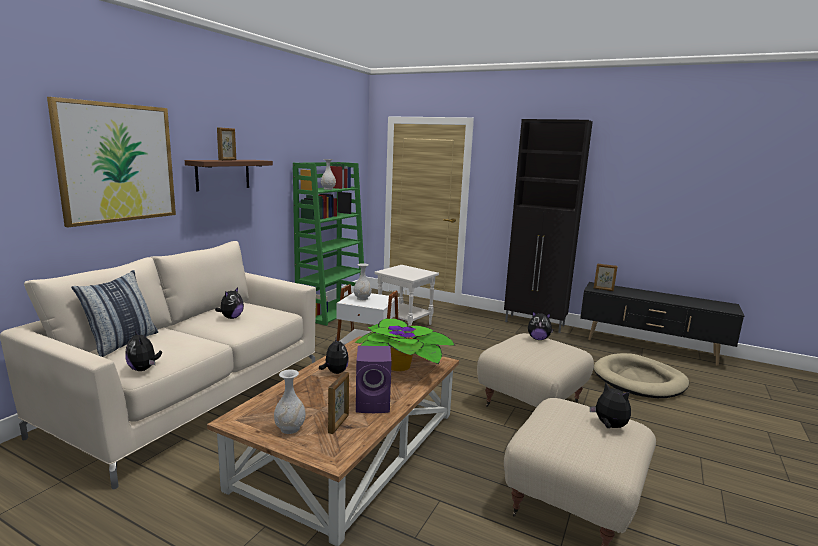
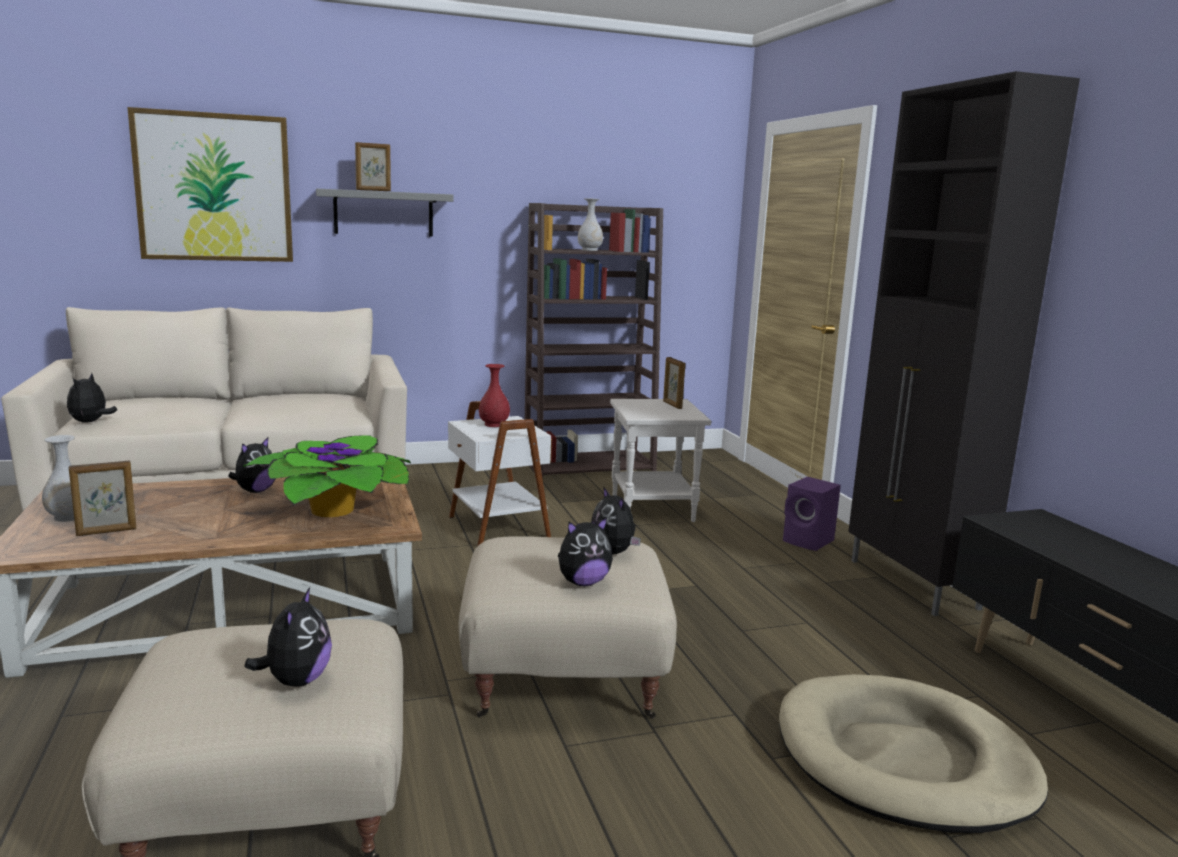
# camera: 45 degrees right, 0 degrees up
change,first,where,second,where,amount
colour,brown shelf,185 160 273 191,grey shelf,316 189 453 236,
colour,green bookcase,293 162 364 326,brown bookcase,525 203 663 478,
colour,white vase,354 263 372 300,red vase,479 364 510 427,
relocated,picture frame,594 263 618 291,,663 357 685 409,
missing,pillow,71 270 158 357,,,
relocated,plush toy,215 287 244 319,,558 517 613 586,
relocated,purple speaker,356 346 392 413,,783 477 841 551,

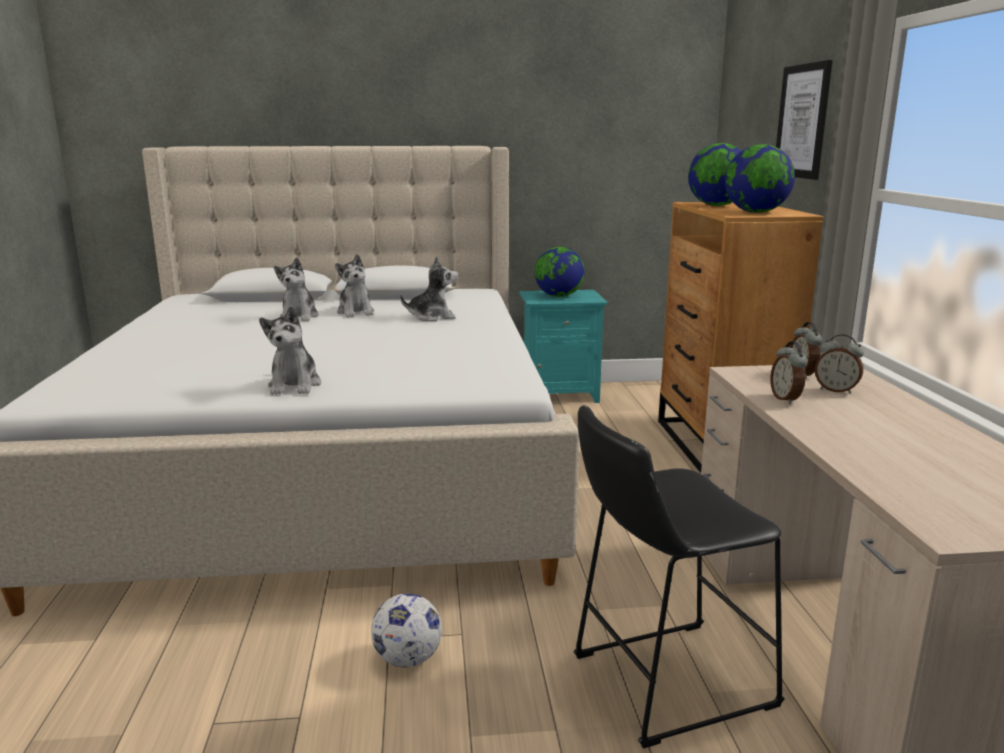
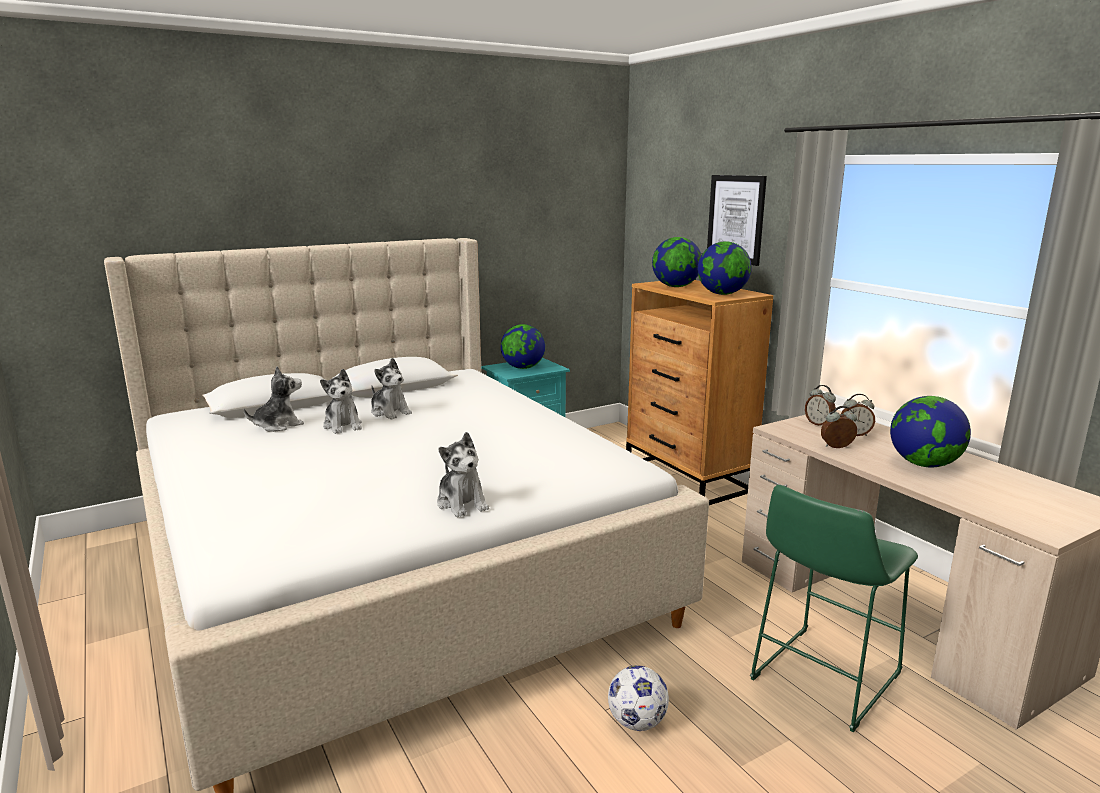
# camera: 25 degrees left, 0 degrees up
change,first,where,second,where,amount
relocated,plush toy,400 256 458 321,,244 366 304 432,
spun,alarm clock,770 341 808 404,,821 406 857 448,120 degrees clockwise
colour,black stool,573 405 785 748,green stool,750 485 918 732,
appeared,,,globe,890 396 971 467,

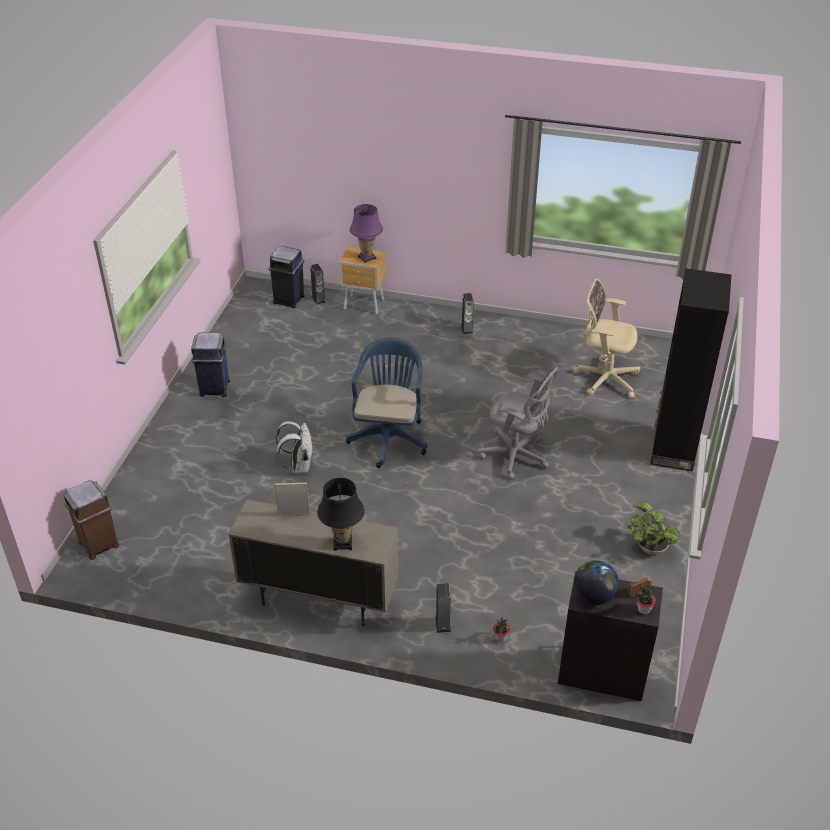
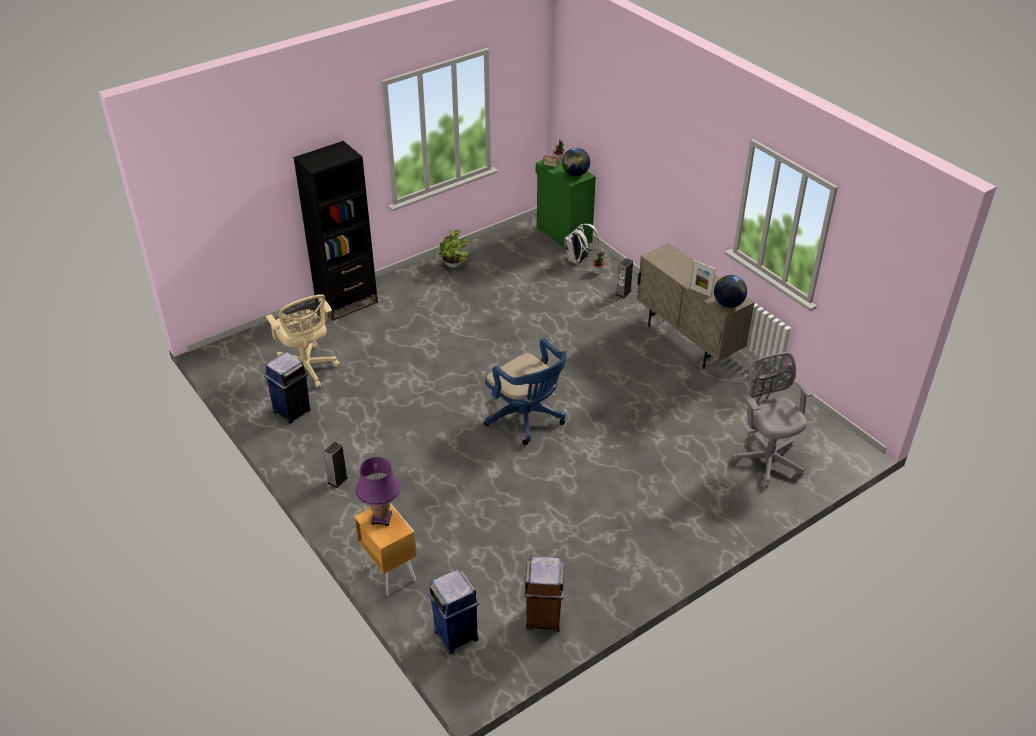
# camera: 140 degrees left, 0 degrees up
change,first,where,second,where,amount
missing,speaker,310 264 325 305,,,
relocated,blue trash can,191 332 230 397,,264 352 311 424,
spun,blue office chair,346 337 427 468,,484 339 567 445,90 degrees counterclockwise
relocated,grey office chair,477 367 559 480,,732 352 813 489,
relocated,white backpack,276 421 313 474,,564 224 599 264,
missing,black table lamp,317 478 365 551,,,
relocated,brown trash can,64 480 119 560,,525 556 564 632,
colour,black cabinet,558 571 663 701,green cabinet,536 156 596 250,
appeared,,,globe,714 275 747 308,

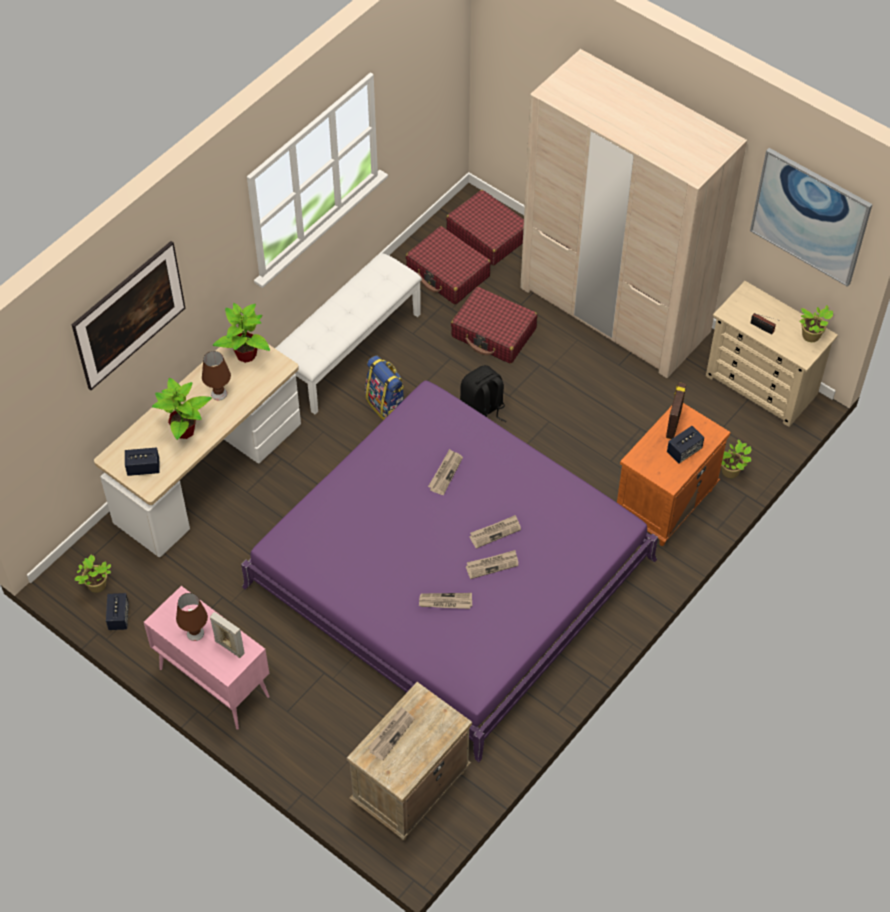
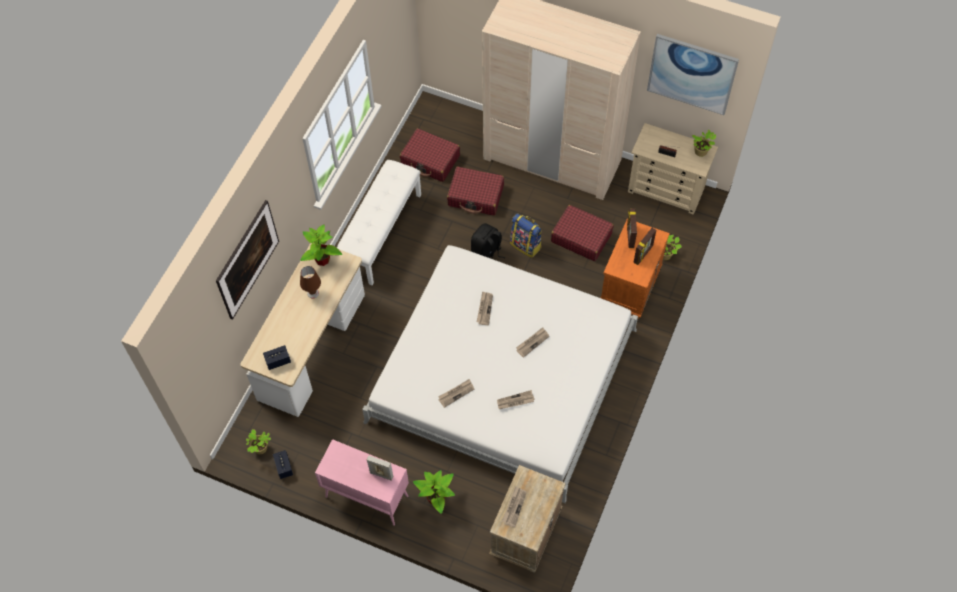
# camera: 15 degrees left, 5 degrees up
change,first,where,second,where,amount
relocated,red suitcase,446 190 524 265,,551 205 614 261,
relocated,backpack,365 355 404 420,,510 213 542 258,
relocated,potted plant,152 378 212 440,,413 470 455 514,
colour,purple bed,241 380 658 762,white bed,362 245 638 503,
exchanged,speaker,667 426 704 464,picture frame,633 228 656 265,
relocated,newspaper,466 550 519 579,,438 379 474 408,
missing,brown table lamp,176 593 208 641,,,

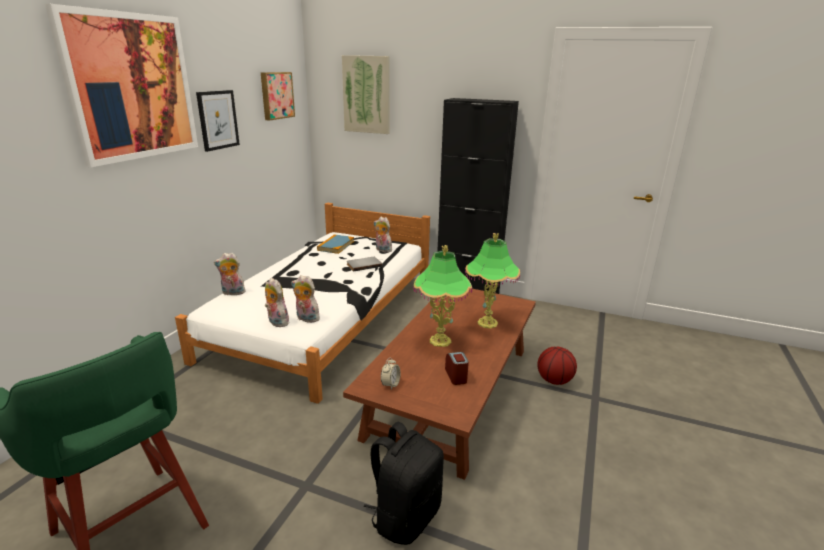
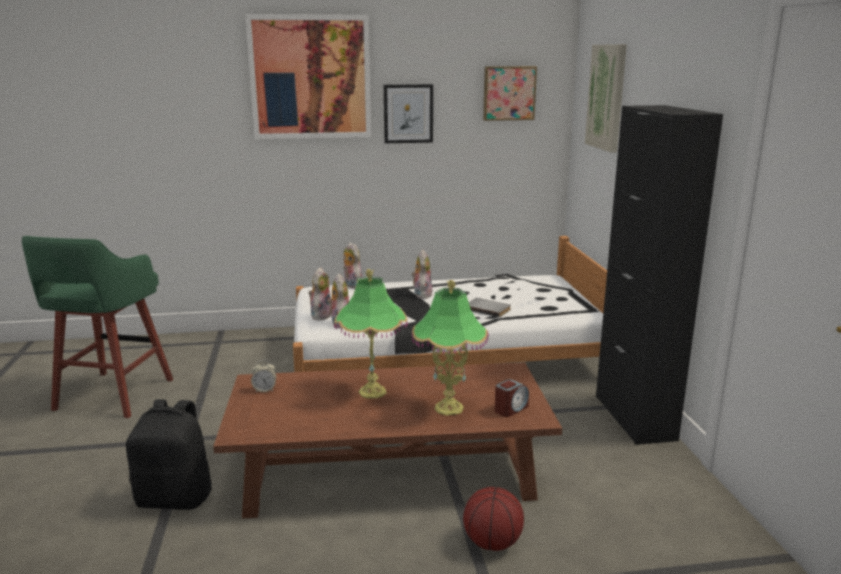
# camera: 60 degrees right, 5 degrees down
change,first,where,second,where,amount
relocated,plush toy,374 216 392 252,,411 250 432 299,
missing,book,317 234 354 254,,,
relocated,alarm clock,445 352 469 385,,495 379 529 417,

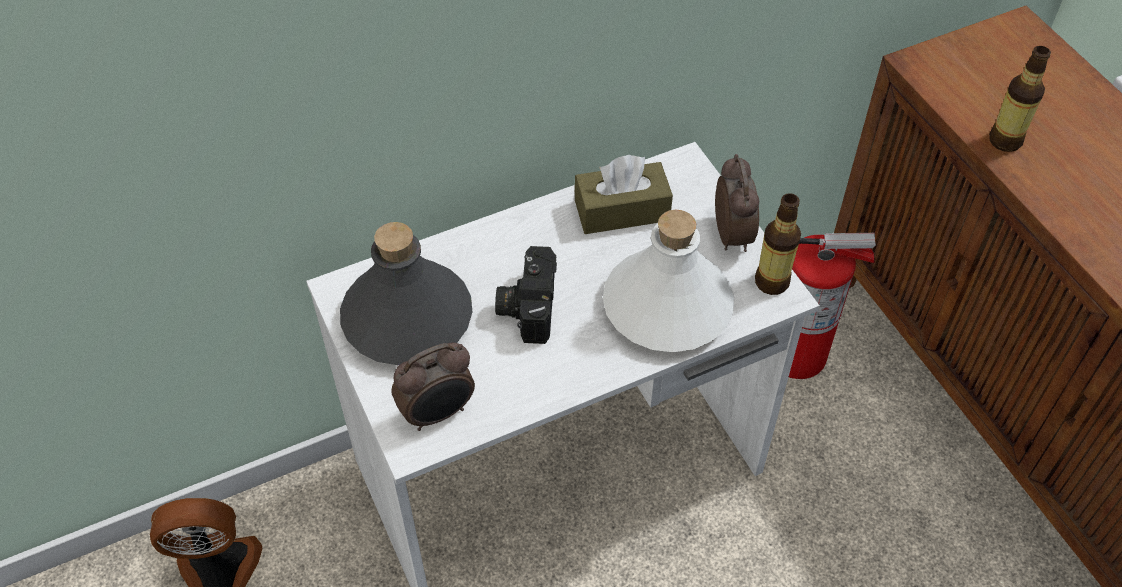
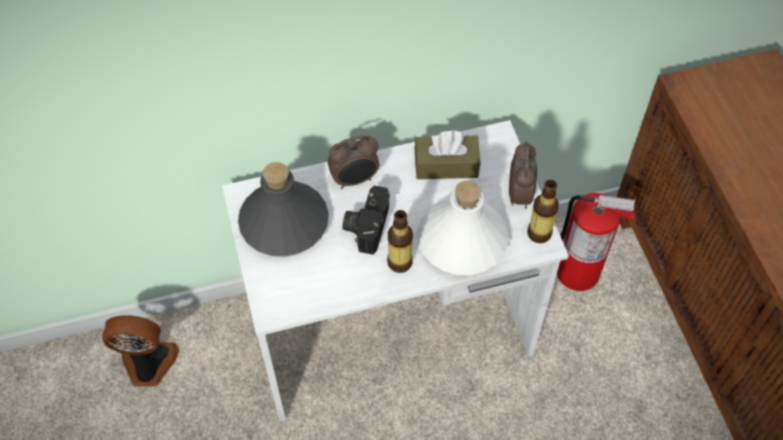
# camera: 10 degrees right, 5 degrees up
change,first,where,second,where,amount
relocated,bottle,989 46 1051 152,,387 210 413 273,
relocated,alarm clock,391 343 475 431,,328 135 379 189,

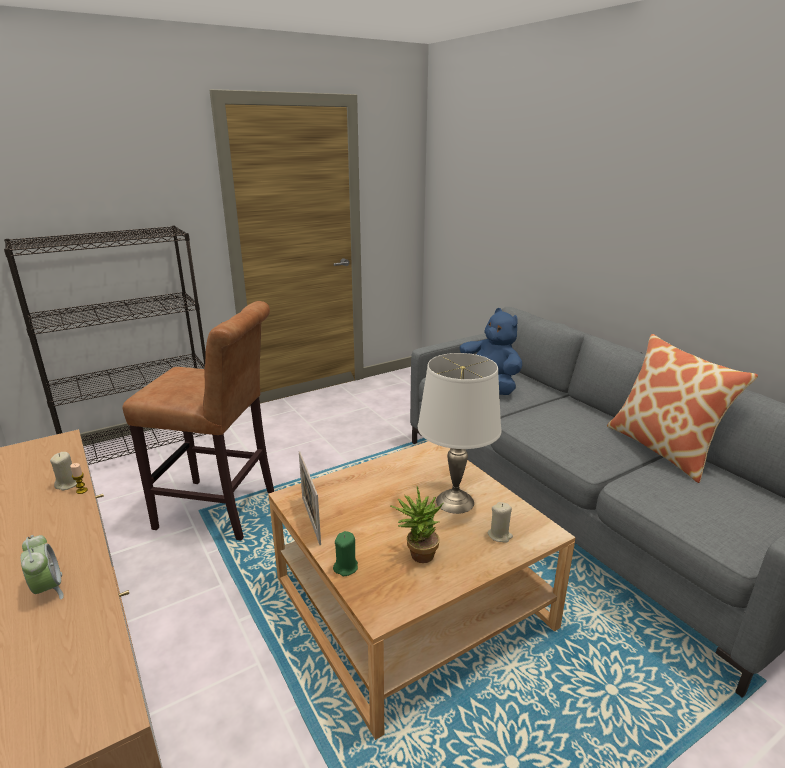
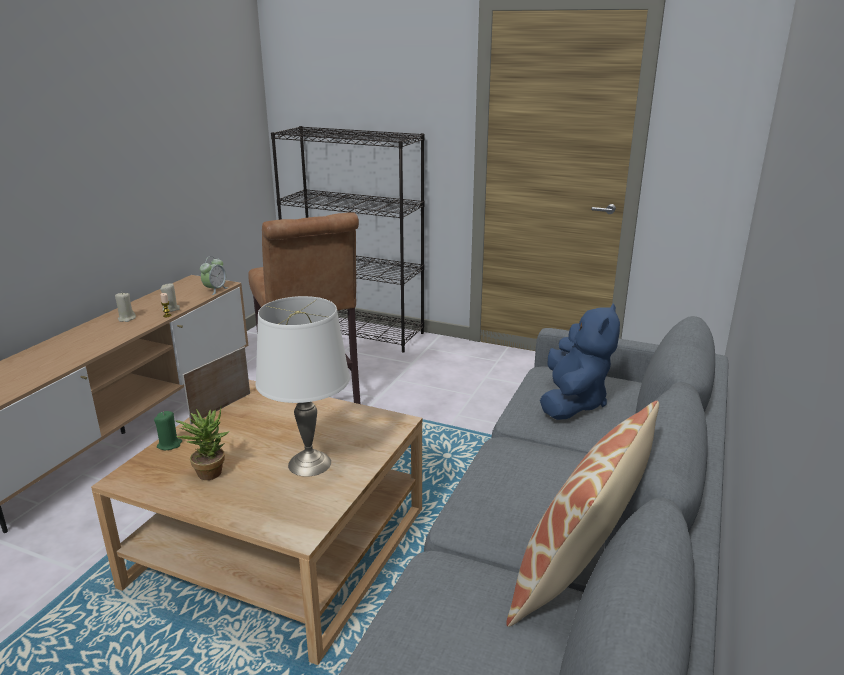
# camera: 55 degrees right, 0 degrees up
change,first,where,second,where,amount
relocated,beige candle,487 502 513 543,,115 293 136 322,
relocated,alarm clock,21 535 64 600,,200 256 228 295,

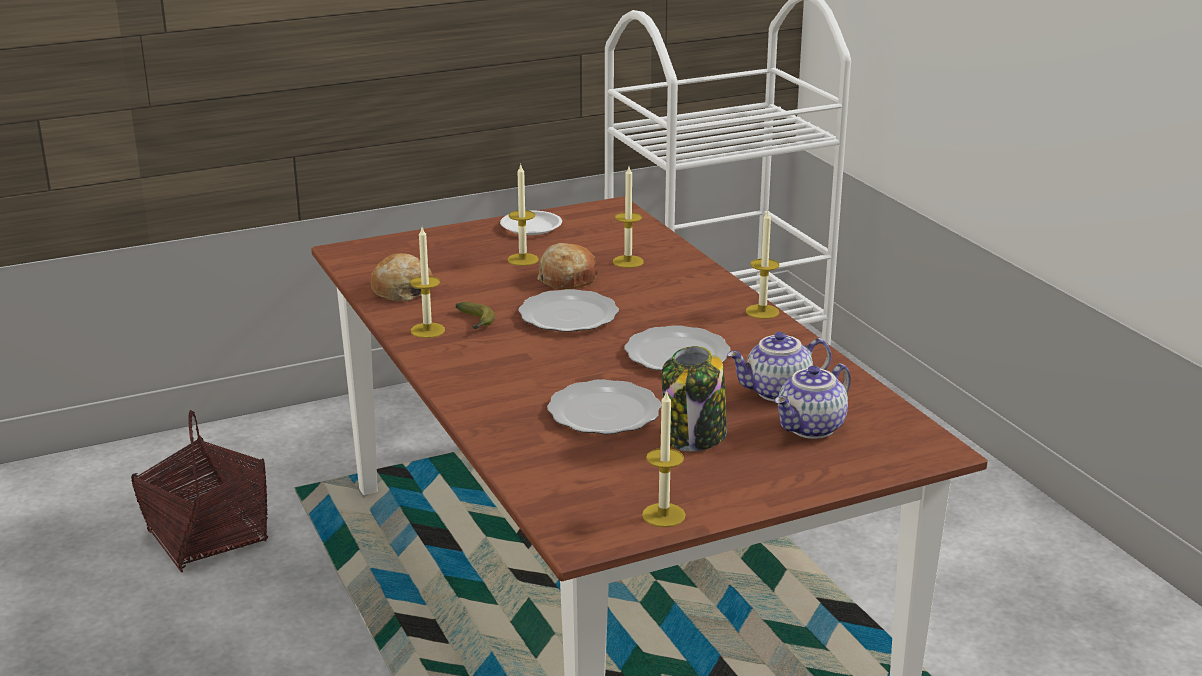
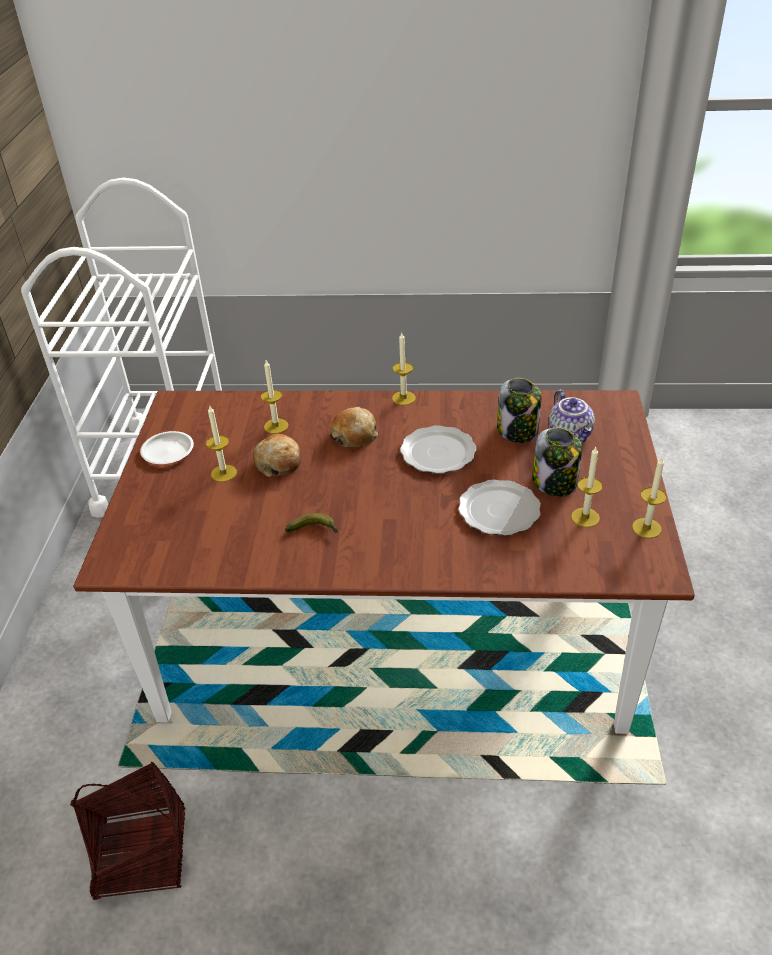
# camera: 60 degrees left, 15 degrees up
change,first,where,second,where,amount
relocated,candle,410 227 445 338,,571 447 603 527,
relocated,bread,371 253 432 301,,330 407 378 447,
missing,plate,518 289 619 332,,,
exchanged,teapot,727 332 832 402,jar,497 378 541 443,

